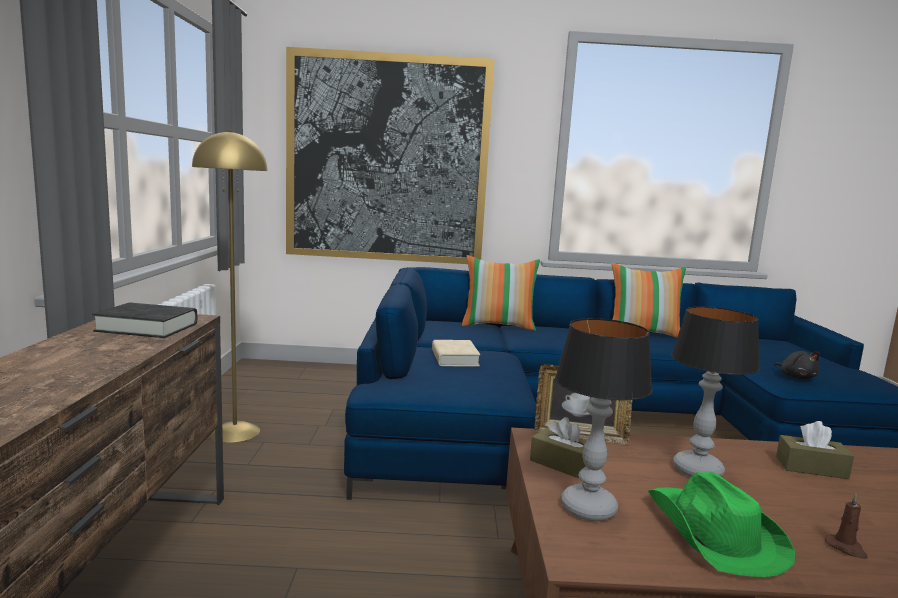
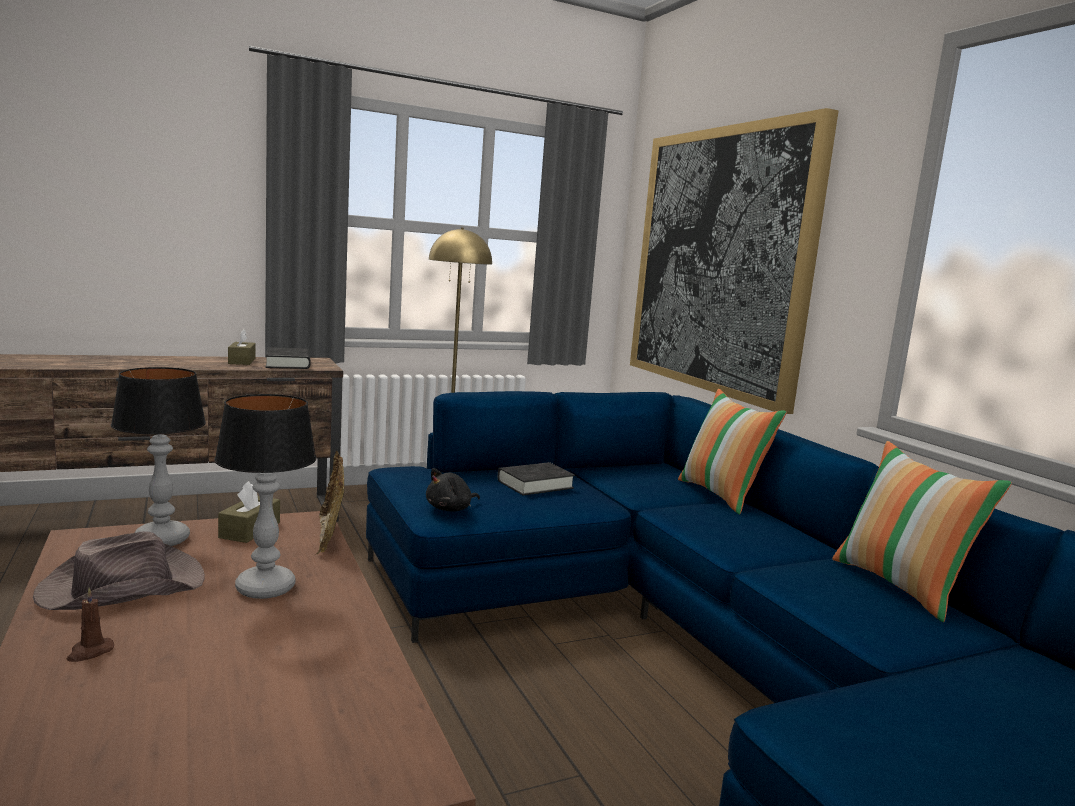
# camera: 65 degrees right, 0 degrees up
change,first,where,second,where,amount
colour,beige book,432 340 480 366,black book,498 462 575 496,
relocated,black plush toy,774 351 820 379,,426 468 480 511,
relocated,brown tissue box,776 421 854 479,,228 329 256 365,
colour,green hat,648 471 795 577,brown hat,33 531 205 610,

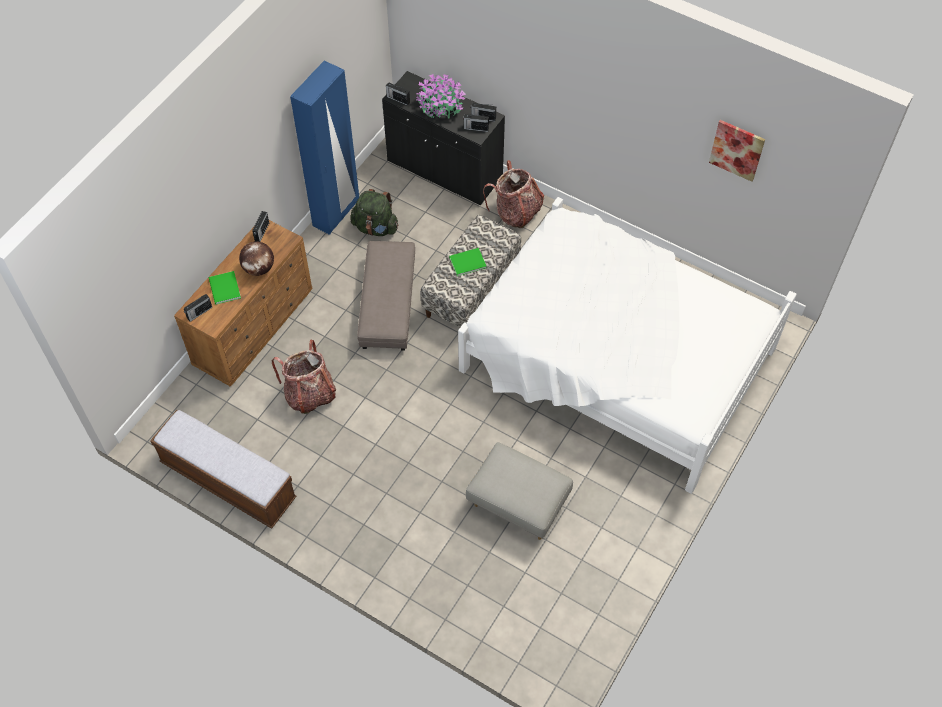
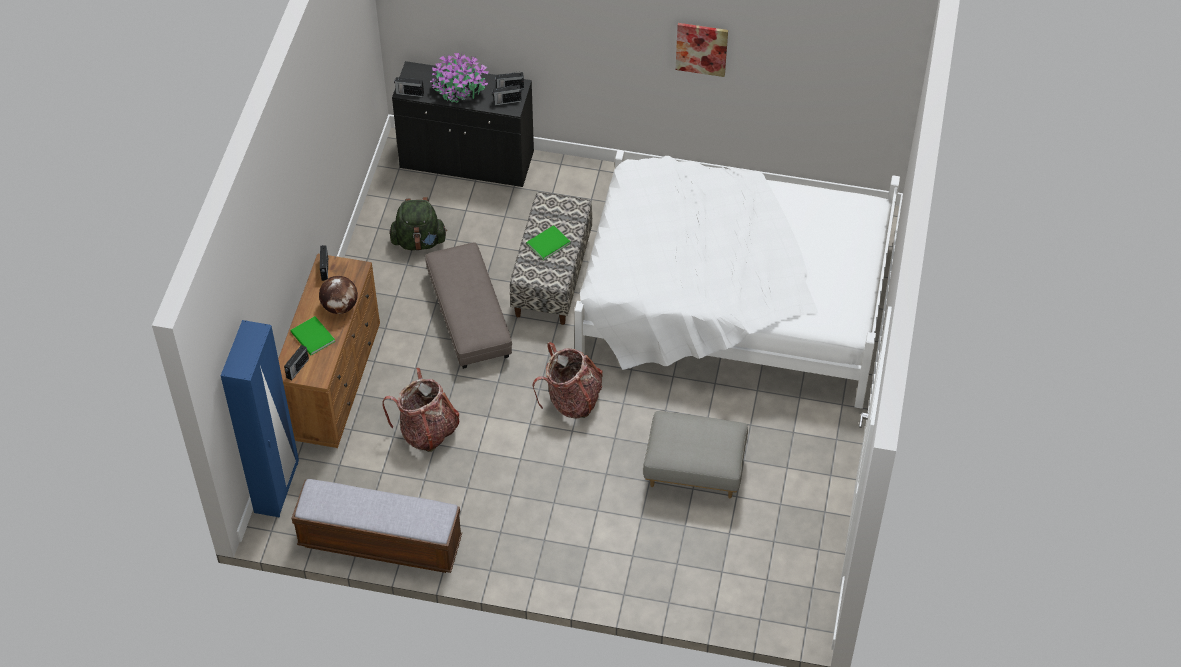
# camera: 20 degrees left, 5 degrees down
change,first,where,second,where,amount
relocated,blue wardrobe,290 61 359 235,,221 320 299 518,
relocated,picture,709 120 765 182,,676 23 728 77,
relocated,backpack,483 160 544 228,,532 342 603 418,

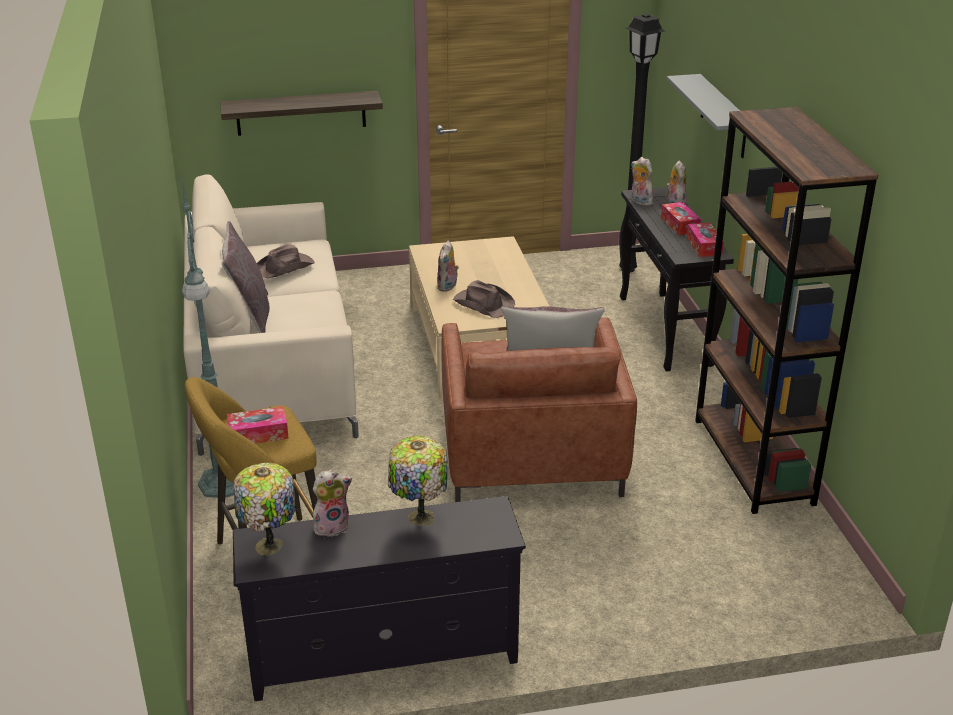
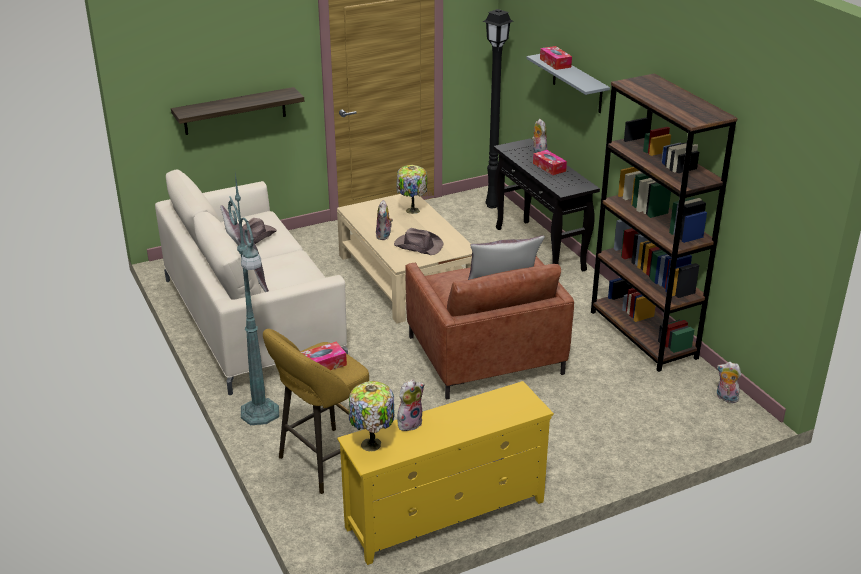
# camera: 15 degrees left, 0 degrees up
change,first,where,second,where,amount
relocated,plush toy,631 157 653 206,,717 362 741 403,
relocated,tissue box,687 223 724 257,,540 46 572 70,
relocated,table lamp,388 435 448 526,,396 165 427 214,
colour,black tv stand,233 496 526 701,yellow tv stand,337 381 554 565,

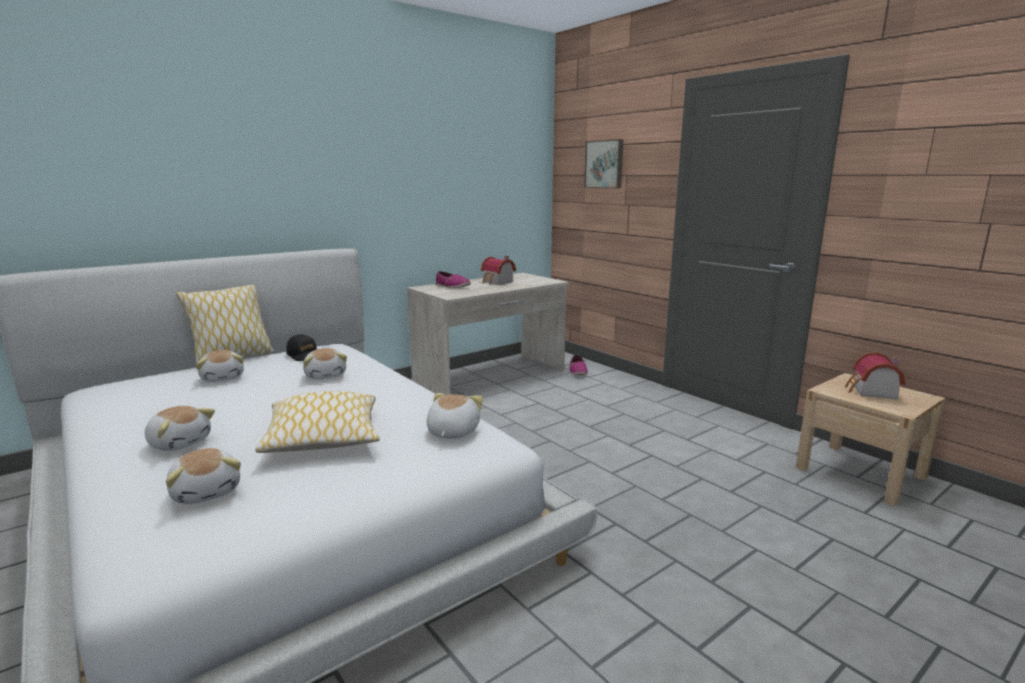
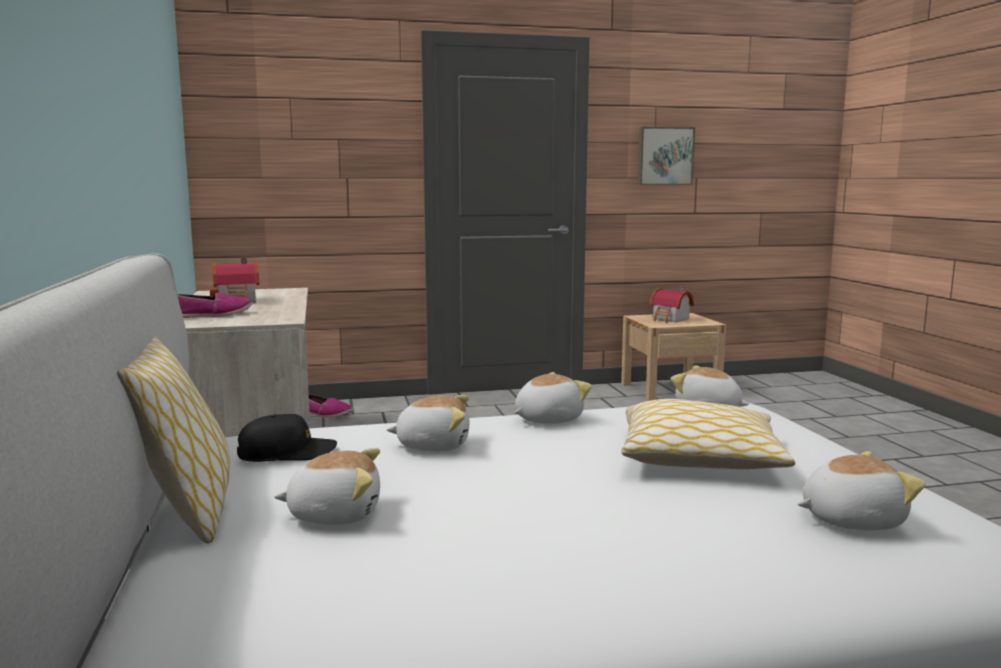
# camera: 65 degrees left, 5 degrees down
change,first,where,second,where,amount
relocated,picture,584 139 624 188,,638 127 695 185,
relocated,plush toy,145 406 215 451,,514 372 592 424,

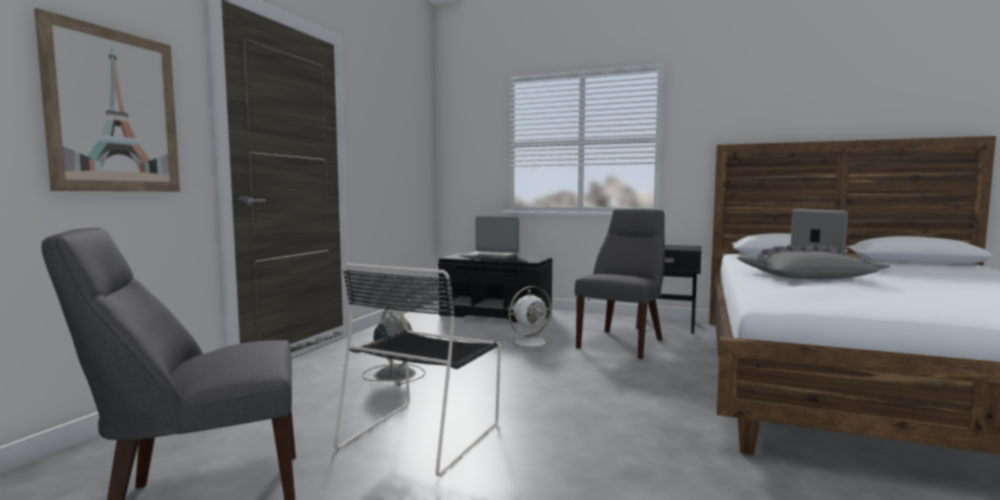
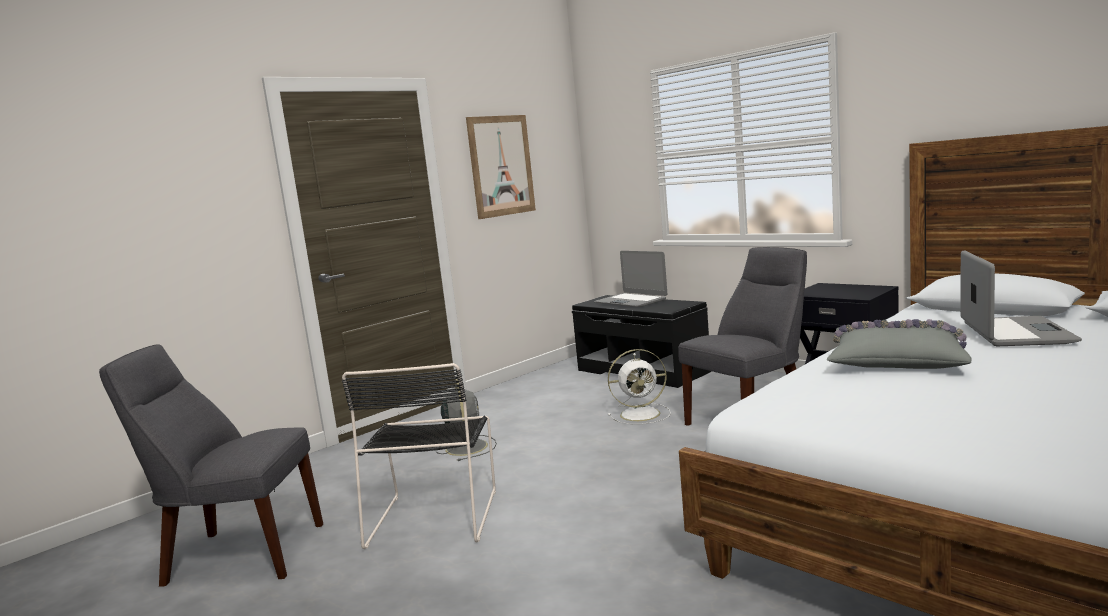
# camera: 25 degrees right, 5 degrees up
change,first,where,second,where,amount
relocated,picture,34 8 180 192,,466 115 536 219,
spun,black chair,334 263 501 476,,342 363 496 549,45 degrees counterclockwise

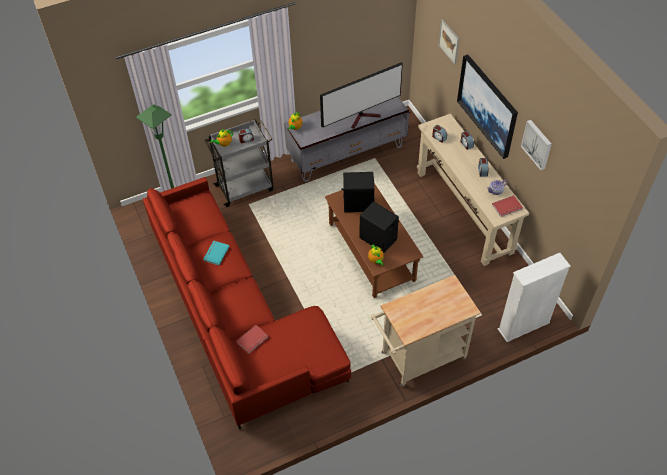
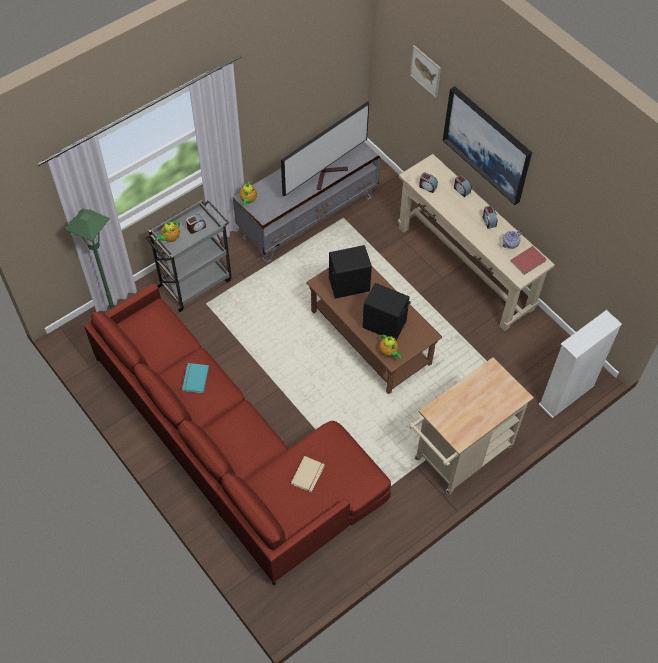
# camera: 15 degrees left, 5 degrees up
change,first,where,second,where,amount
missing,picture,521 120 552 170,,,
missing,red book,236 325 268 354,,,
appeared,,,beige book,291 456 325 493,

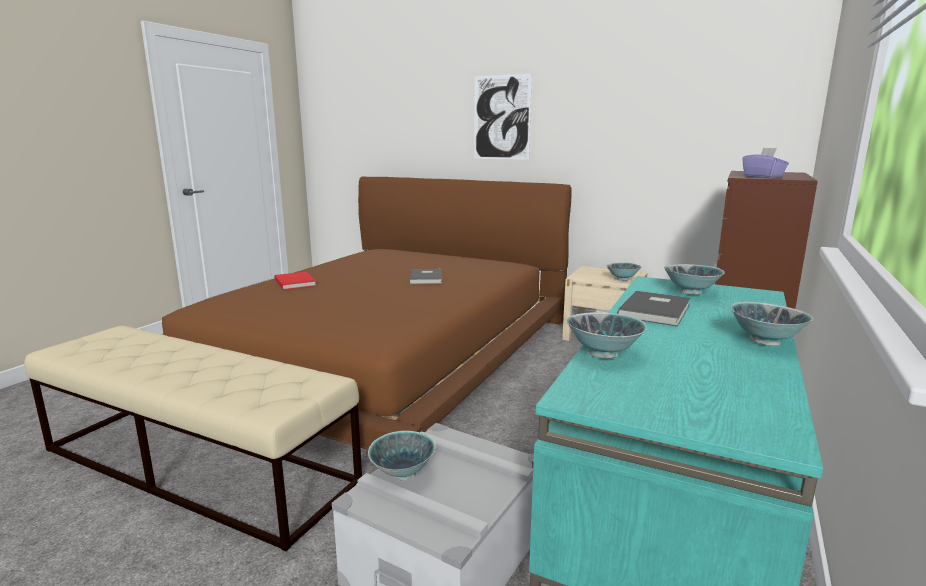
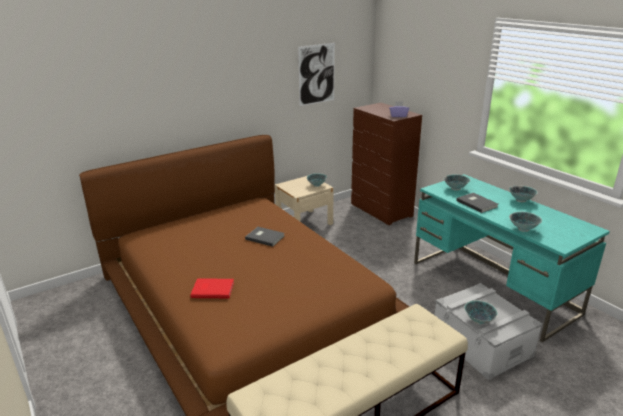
# camera: 60 degrees left, 10 degrees up
change,first,where,second,where,amount
relocated,picture,474 74 532 160,,298 43 335 106,

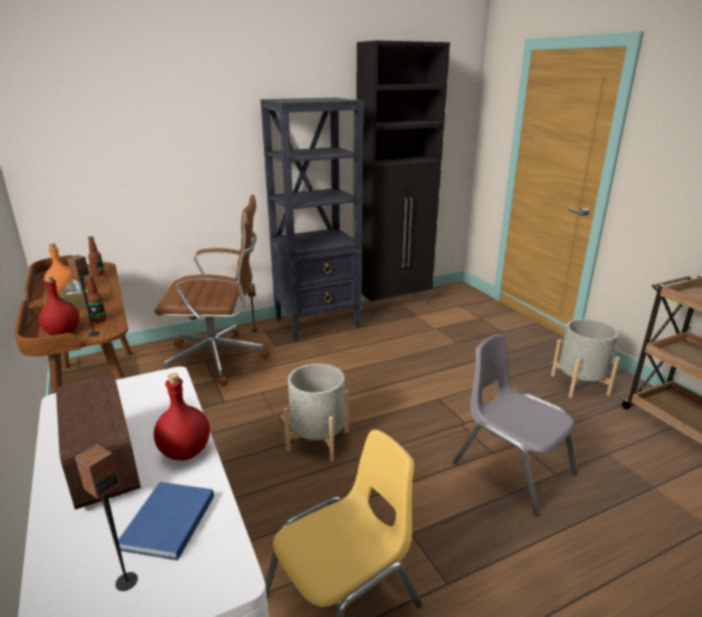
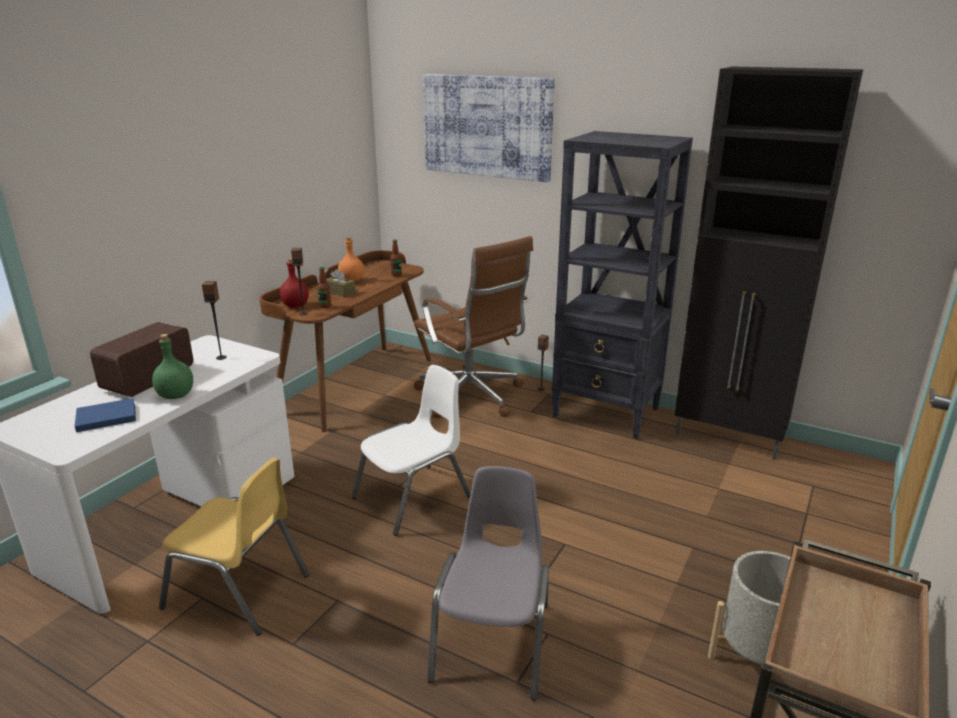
# camera: 55 degrees right, 0 degrees up
change,first,where,second,where,amount
exchanged,grey planter,283 363 349 461,white chair,352 365 471 536,
colour,red bottle,154 373 210 460,green bottle,152 334 193 399,
relocated,speaker,75 444 138 591,,202 281 227 360,
appeared,,,picture,423 74 555 182,

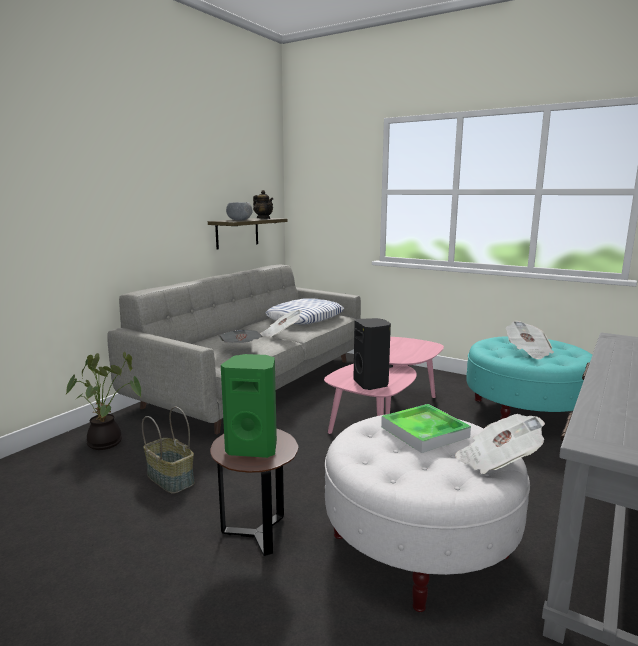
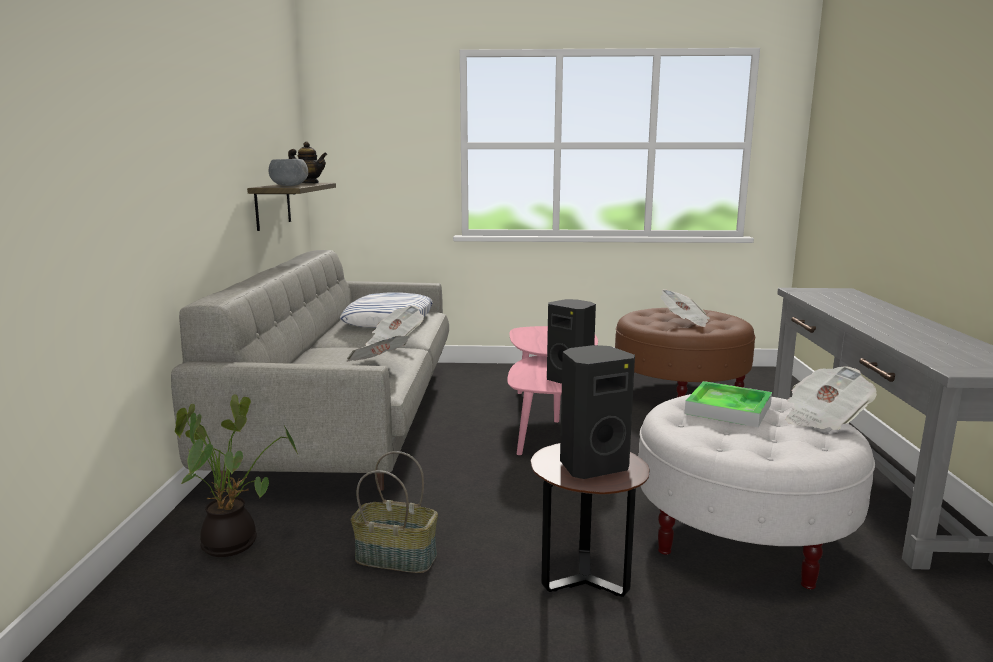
# camera: 30 degrees left, 0 degrees up
change,first,where,second,where,amount
colour,turquoise ottoman,466 337 592 420,brown ottoman,615 308 755 398,
colour,green speaker,221 354 277 458,black speaker,560 345 635 479,

